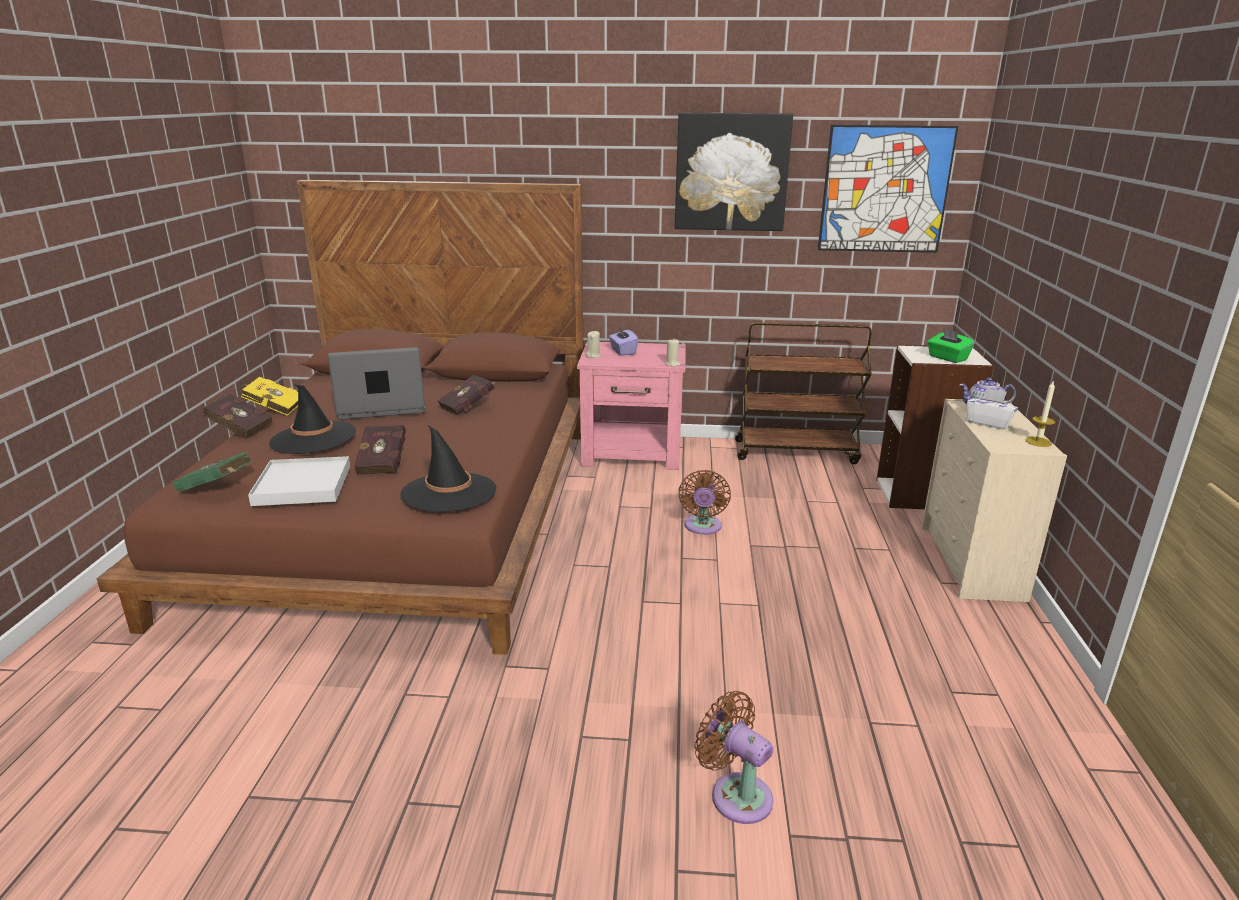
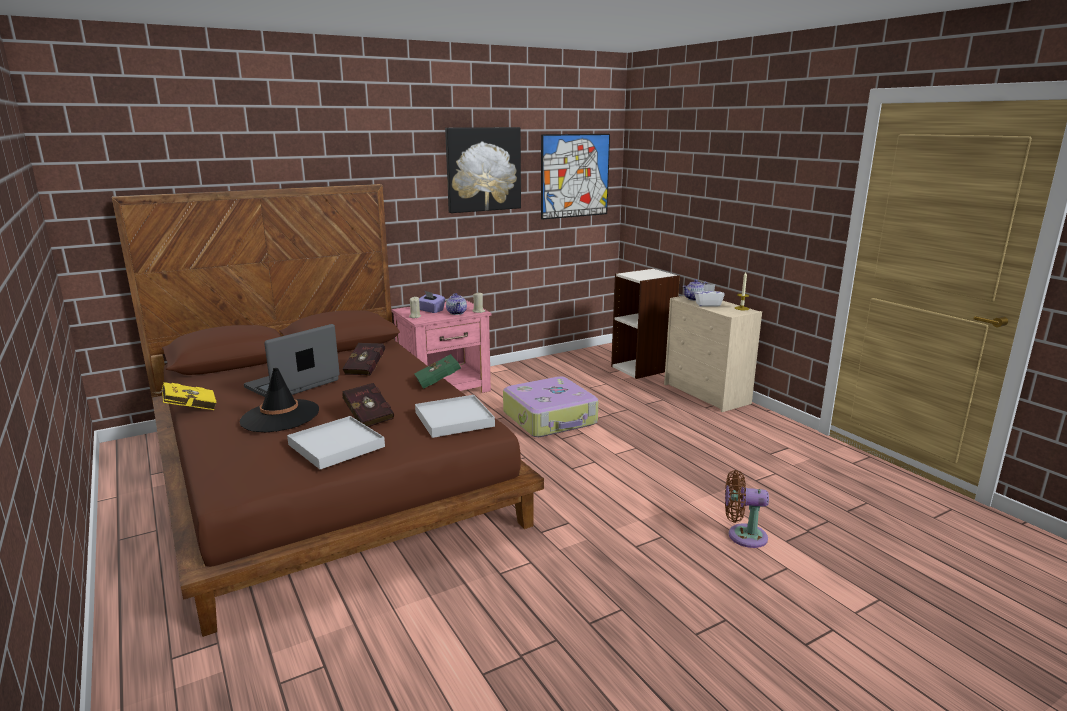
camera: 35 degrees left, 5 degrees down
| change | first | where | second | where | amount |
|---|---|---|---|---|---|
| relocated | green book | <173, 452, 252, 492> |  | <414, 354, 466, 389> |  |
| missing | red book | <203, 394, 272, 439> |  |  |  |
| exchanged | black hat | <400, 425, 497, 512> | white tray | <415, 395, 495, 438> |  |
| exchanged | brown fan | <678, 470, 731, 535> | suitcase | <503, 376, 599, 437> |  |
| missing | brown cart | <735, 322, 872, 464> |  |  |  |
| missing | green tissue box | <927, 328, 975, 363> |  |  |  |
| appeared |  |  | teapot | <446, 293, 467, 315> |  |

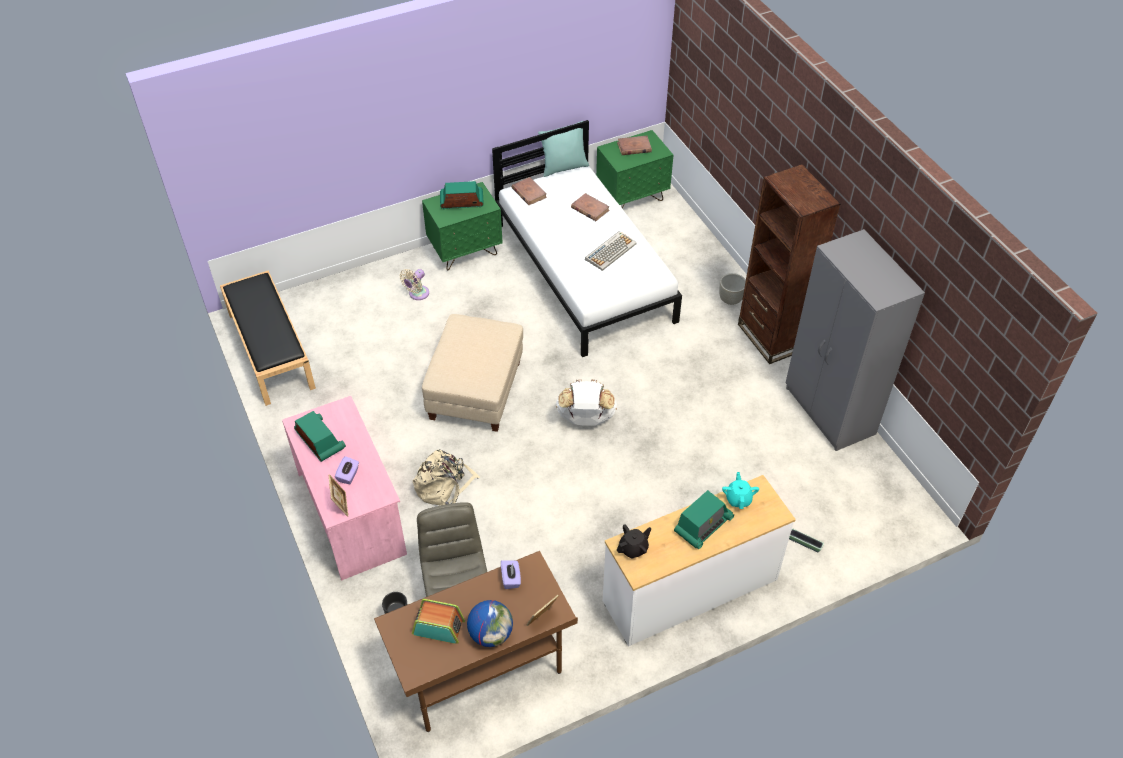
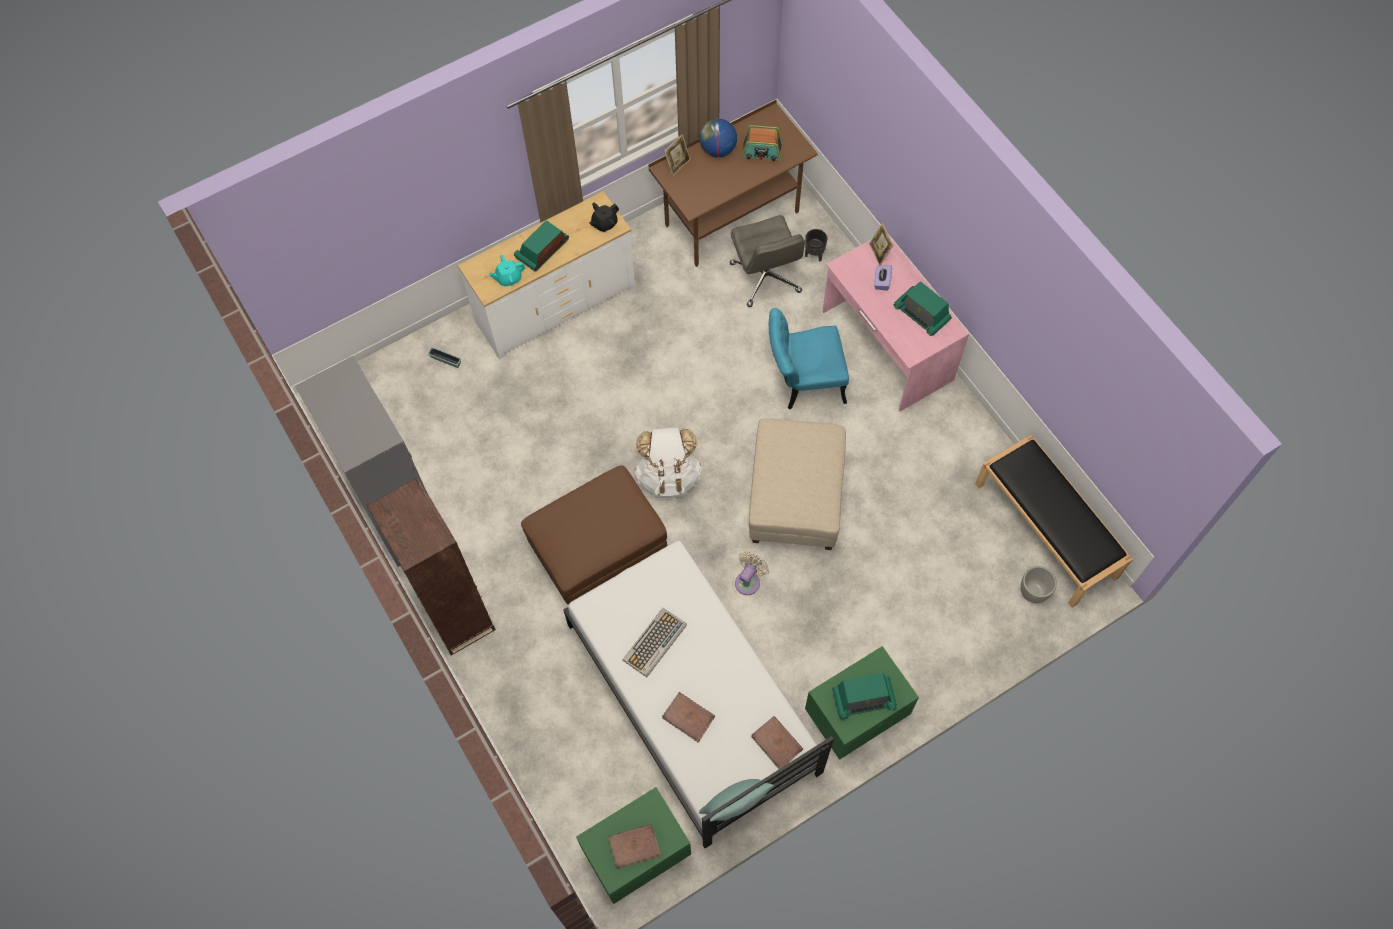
camera: 175 degrees right, 15 degrees up
| change | first | where | second | where | amount |
|---|---|---|---|---|---|
| relocated | beige fan | <400, 269, 429, 300> |  | <735, 552, 769, 595> |  |
| exchanged | beige backpack | <413, 450, 480, 505> | turquoise chair | <769, 308, 849, 410> |  |
| missing | purple tissue box | <501, 560, 521, 589> |  |  |  |
| relocated | grey planter | <719, 273, 746, 305> |  | <1020, 566, 1057, 603> |  |
| spun | turquoise teapot | <722, 472, 759, 509> |  | <489, 255, 525, 287> | 75 degrees clockwise |
| appeared |  |  | brown ottoman | <521, 465, 667, 605> |  |

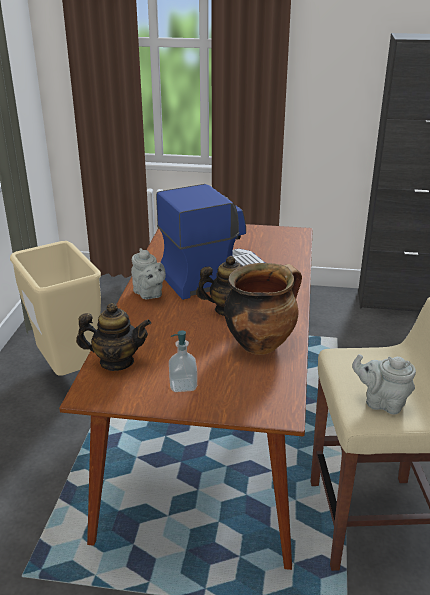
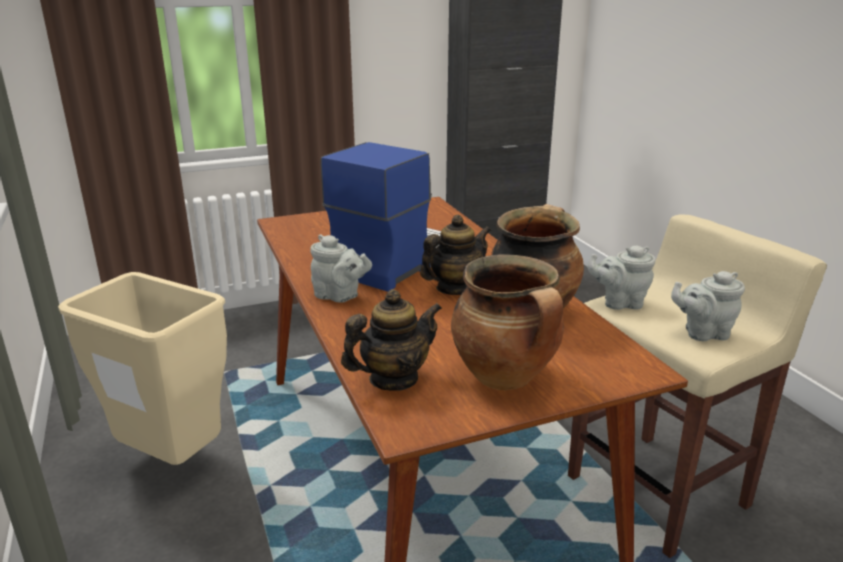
camera: 30 degrees left, 5 degrees down
| change | first | where | second | where | amount |
|---|---|---|---|---|---|
| exchanged | soap dispenser | <169, 330, 197, 392> | cooking pot | <451, 254, 564, 390> |  |
| appeared |  |  | grey teapot | <587, 246, 655, 310> |  |

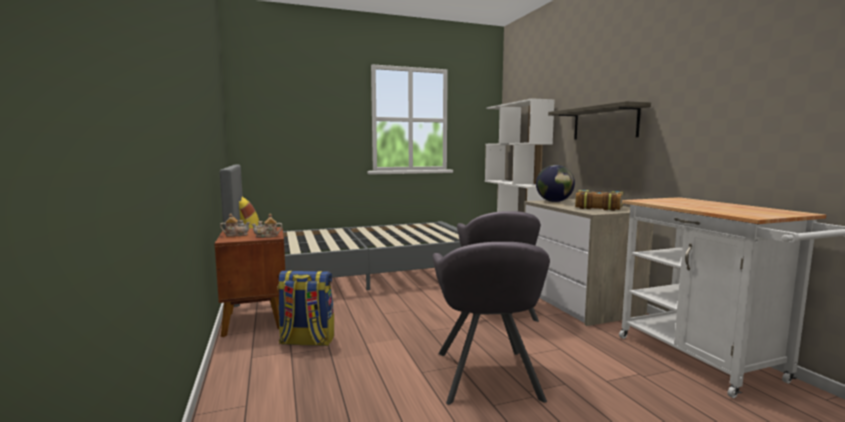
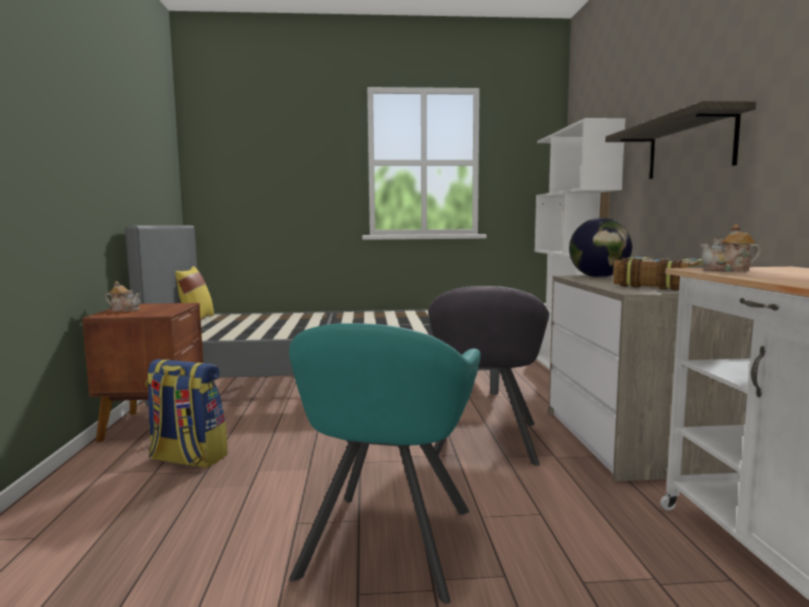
camera: 15 degrees right, 0 degrees up
| change | first | where | second | where | amount |
|---|---|---|---|---|---|
| relocated | teapot | <252, 214, 283, 238> |  | <700, 224, 761, 272> |  |
| colour | grey armchair | <432, 242, 550, 405> | turquoise armchair | <289, 323, 481, 604> |  |

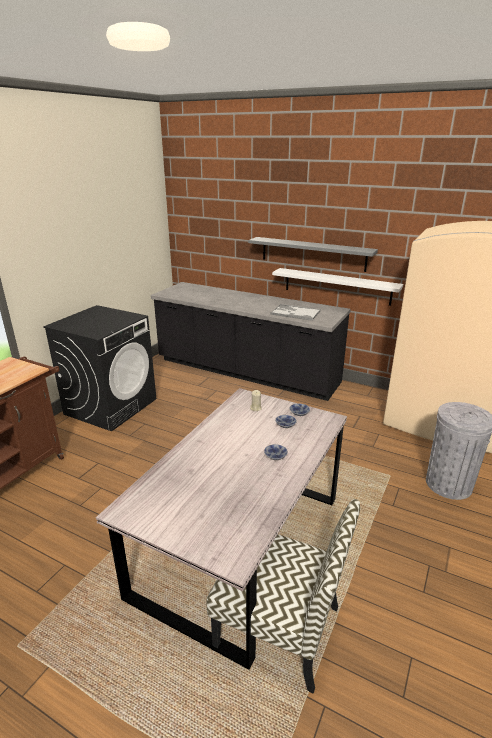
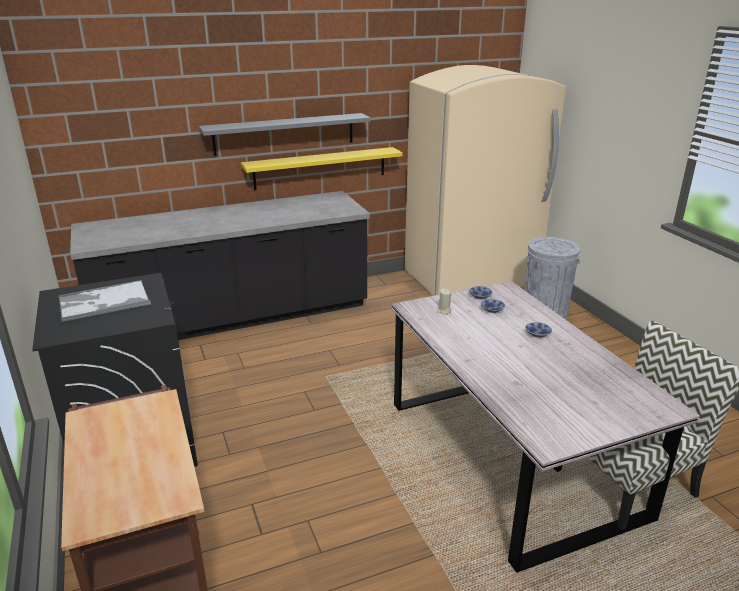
camera: 50 degrees left, 0 degrees up
| change | first | where | second | where | amount |
|---|---|---|---|---|---|
| relocated | tray | <271, 304, 321, 321> |  | <59, 280, 151, 322> |  |
| colour | white shelf | <272, 268, 403, 306> | yellow shelf | <241, 147, 403, 190> |  |

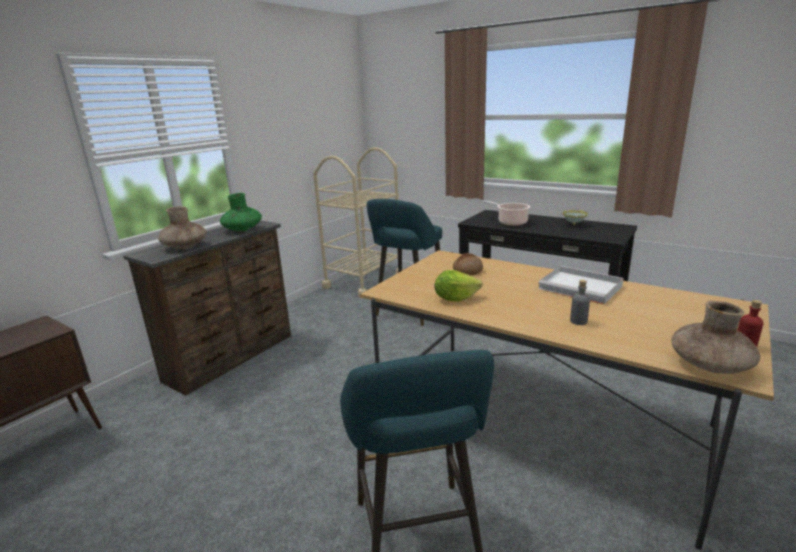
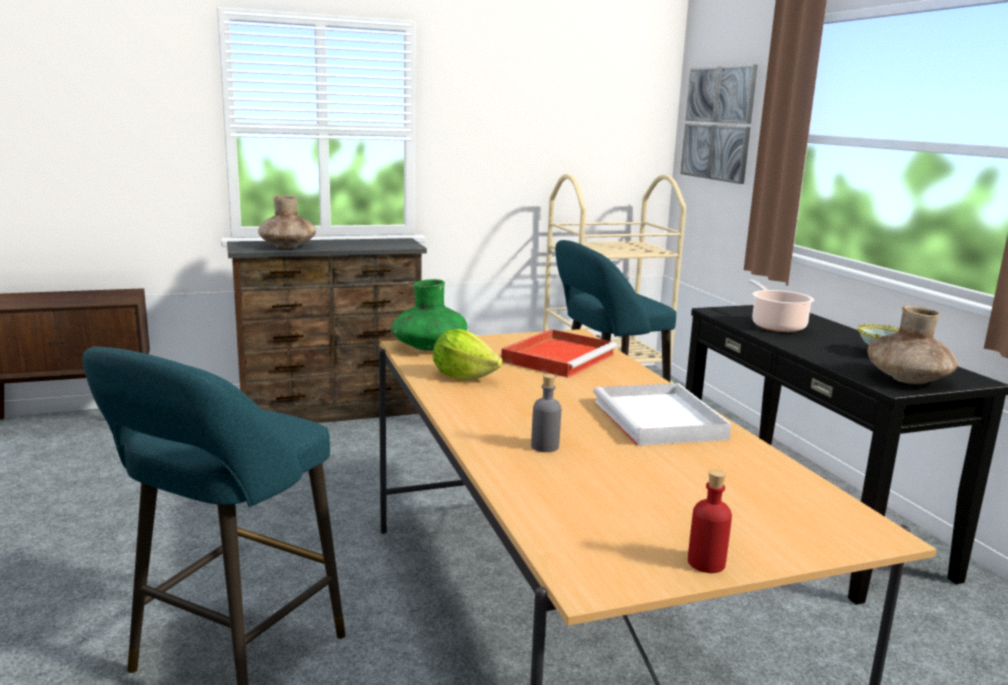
camera: 35 degrees right, 5 degrees down
| change | first | where | second | where | amount |
|---|---|---|---|---|---|
| relocated | green vase | <220, 193, 262, 232> |  | <391, 279, 468, 351> |  |
| exchanged | bread | <453, 253, 483, 275> | red tray | <501, 329, 617, 378> |  |
| relocated | brown vase | <671, 301, 760, 374> |  | <867, 305, 958, 384> |  |
| appeared |  |  | picture | <680, 64, 758, 184> |  |

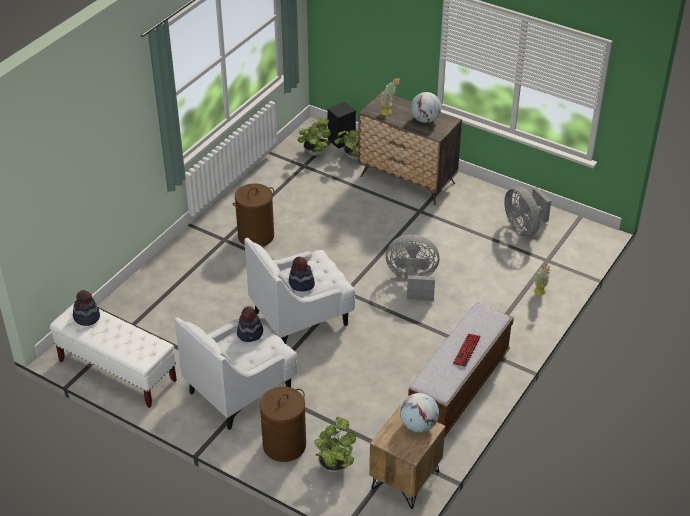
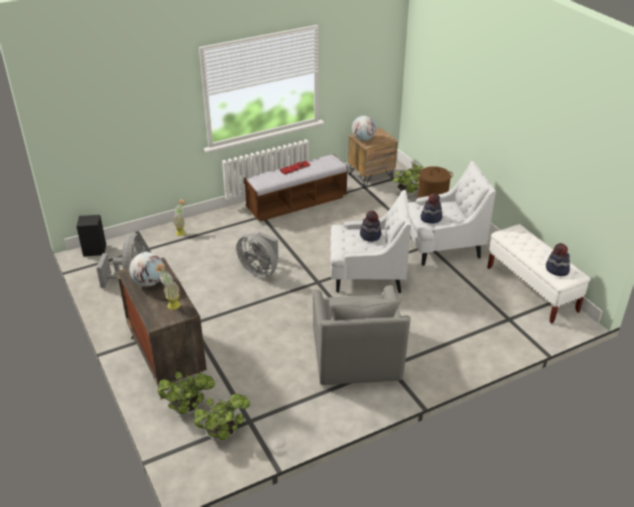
camera: 150 degrees left, 5 degrees down
| change | first | where | second | where | amount |
|---|---|---|---|---|---|
| exchanged | brown laundry basket | <232, 183, 274, 247> | grey armchair | <313, 285, 411, 385> |  |
| relocated | black speaker | <327, 102, 356, 149> |  | <76, 215, 106, 256> |  |

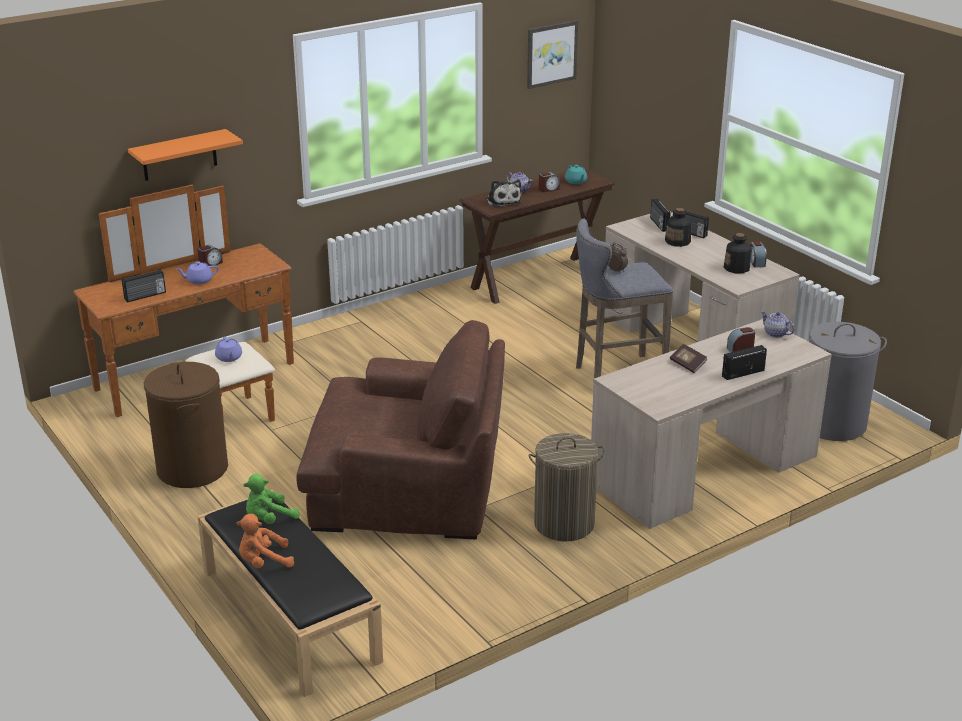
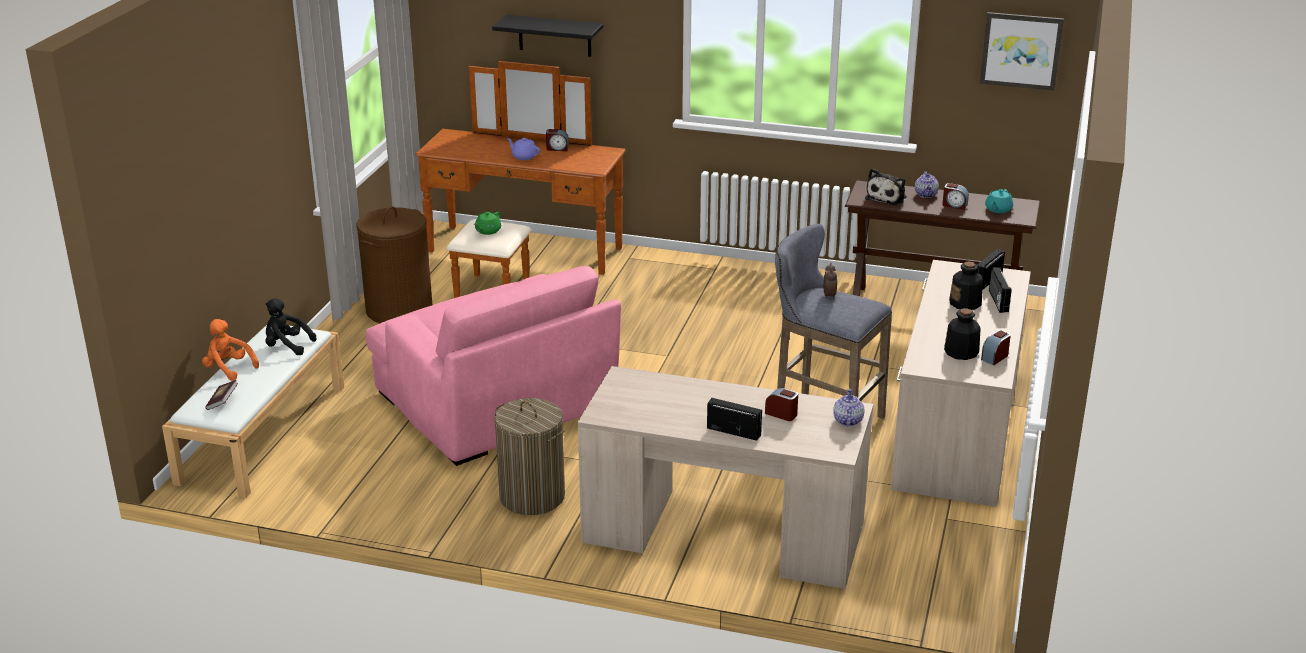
camera: 50 degrees right, 0 degrees up
| change | first | where | second | where | amount |
|---|---|---|---|---|---|
| missing | radio | <122, 269, 166, 303> |  |  |  |
| colour | orange shelf | <128, 129, 243, 181> | black shelf | <492, 15, 603, 57> |  |
| colour | black bench | <197, 490, 383, 697> | white bench | <162, 325, 344, 498> |  |
| colour | purple teapot | <215, 337, 242, 362> | green teapot | <474, 212, 501, 235> |  |
| colour | green plush toy | <243, 474, 300, 524> | black plush toy | <265, 298, 316, 355> |  |
| colour | brown armchair | <297, 320, 505, 540> | pink armchair | <366, 266, 621, 466> |  |
| relocated | book | <670, 344, 708, 373> |  | <205, 380, 238, 410> |  |
| missing | grey laundry basket | <809, 322, 887, 441> |  |  |  |

